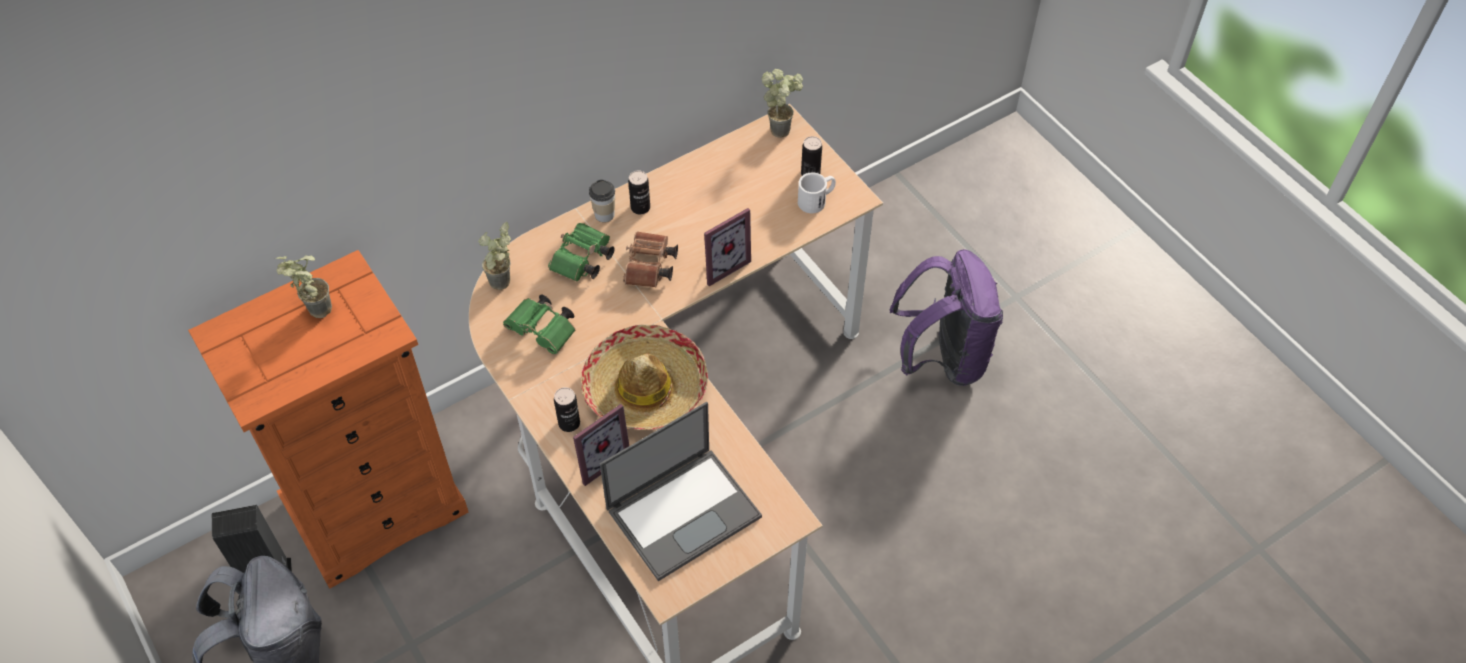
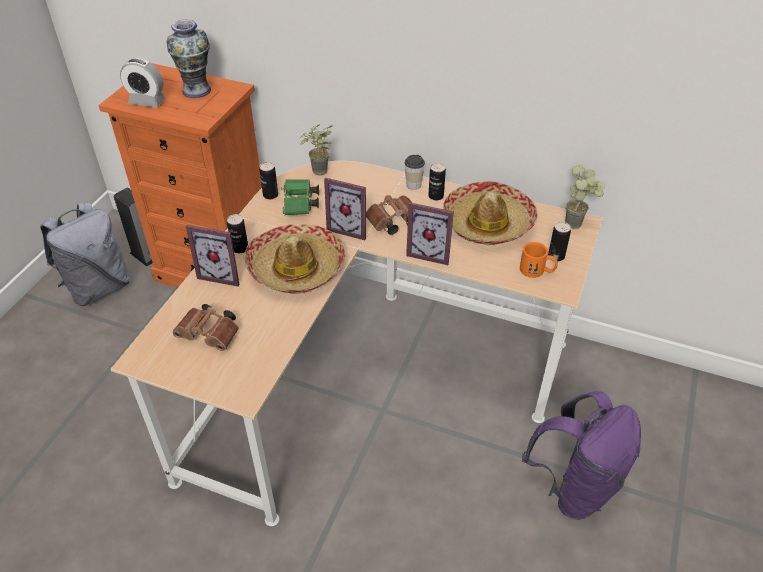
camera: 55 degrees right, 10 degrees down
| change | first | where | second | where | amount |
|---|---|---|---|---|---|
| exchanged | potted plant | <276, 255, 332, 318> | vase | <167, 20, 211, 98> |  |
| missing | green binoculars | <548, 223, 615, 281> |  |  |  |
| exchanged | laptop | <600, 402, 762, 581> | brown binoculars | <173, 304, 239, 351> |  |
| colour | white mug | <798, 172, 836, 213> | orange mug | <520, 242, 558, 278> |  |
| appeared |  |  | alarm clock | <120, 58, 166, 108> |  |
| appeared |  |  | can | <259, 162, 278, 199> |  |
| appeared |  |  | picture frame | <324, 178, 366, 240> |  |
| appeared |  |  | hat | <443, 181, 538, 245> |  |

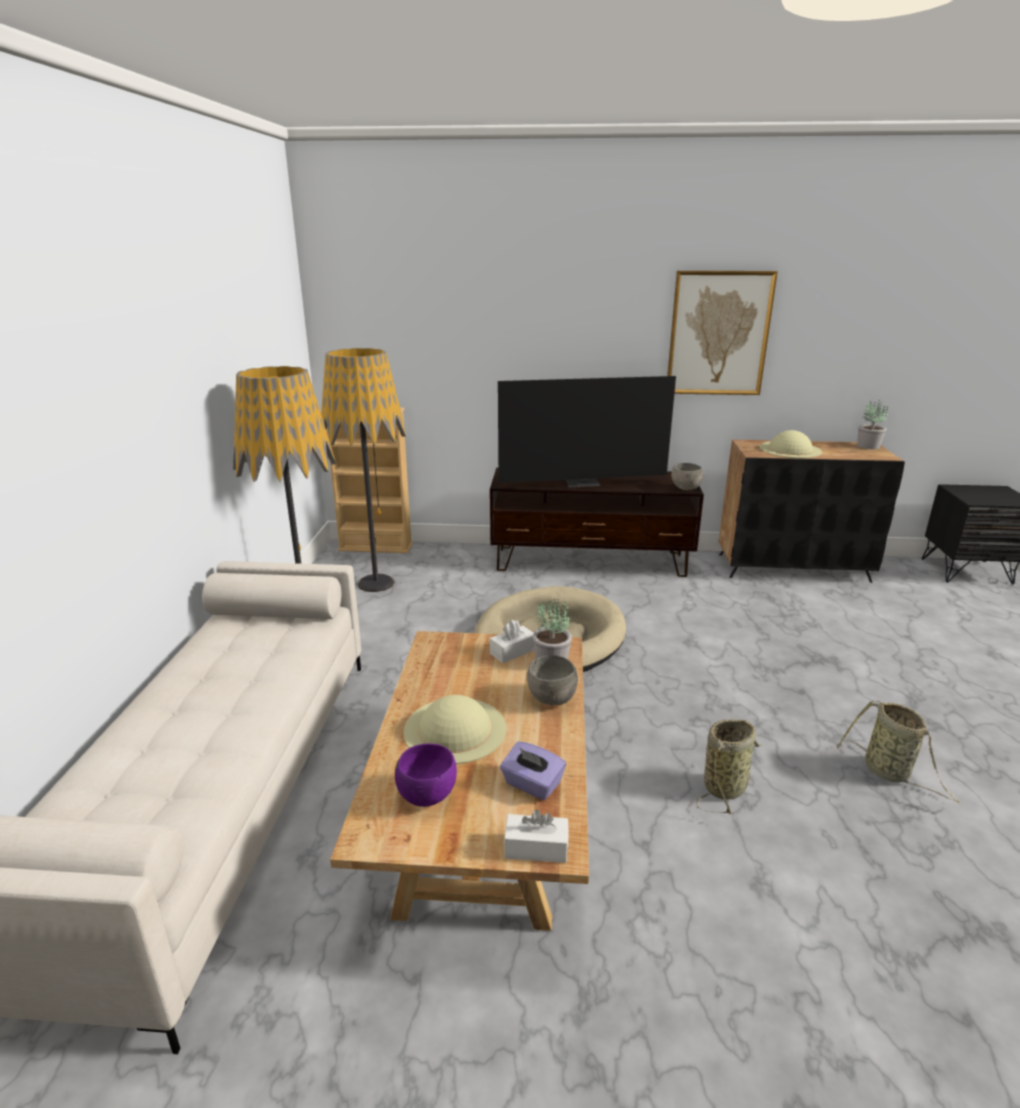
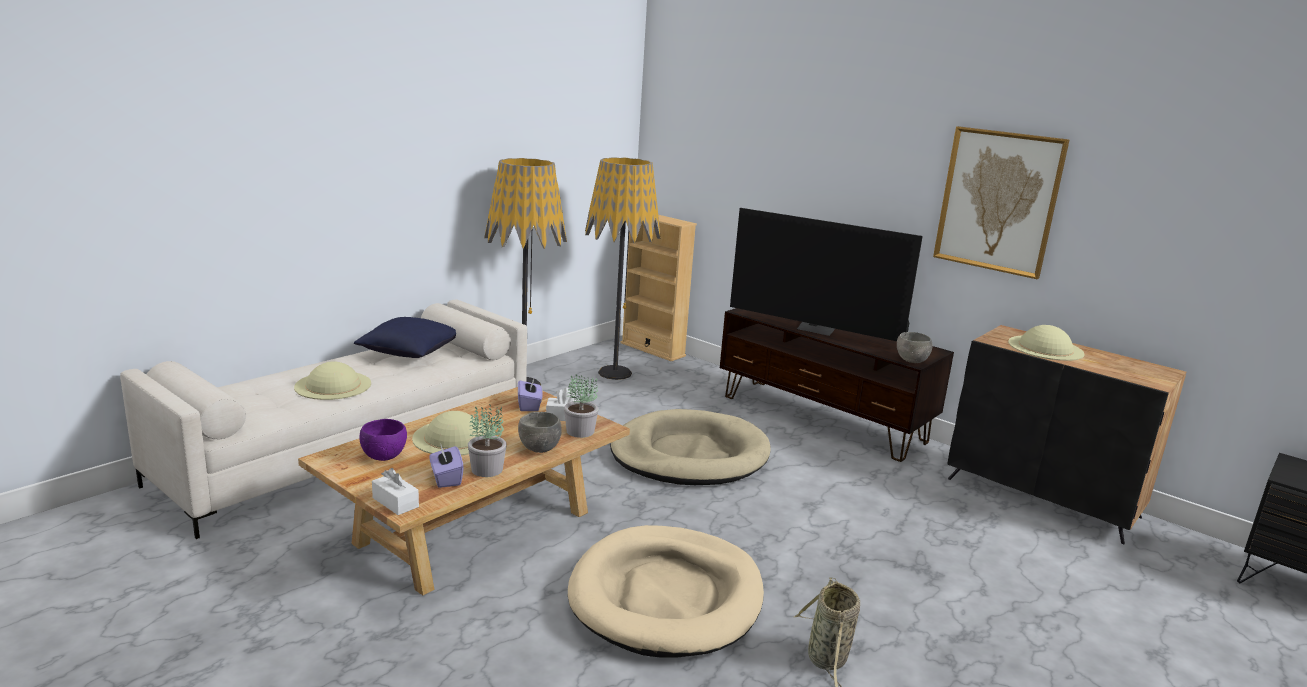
camera: 35 degrees right, 5 degrees down
| change | first | where | second | where | amount |
|---|---|---|---|---|---|
| exchanged | basket | <696, 719, 762, 814> | beige dog bed | <568, 525, 764, 658> |  |
| relocated | potted plant | <857, 399, 889, 449> |  | <468, 404, 507, 477> |  |
| appeared |  |  | beige hat | <294, 361, 371, 400> |  |
| appeared |  |  | blue pillow | <354, 317, 456, 358> |  |
| appeared |  |  | purple tissue box | <518, 379, 543, 411> |  |

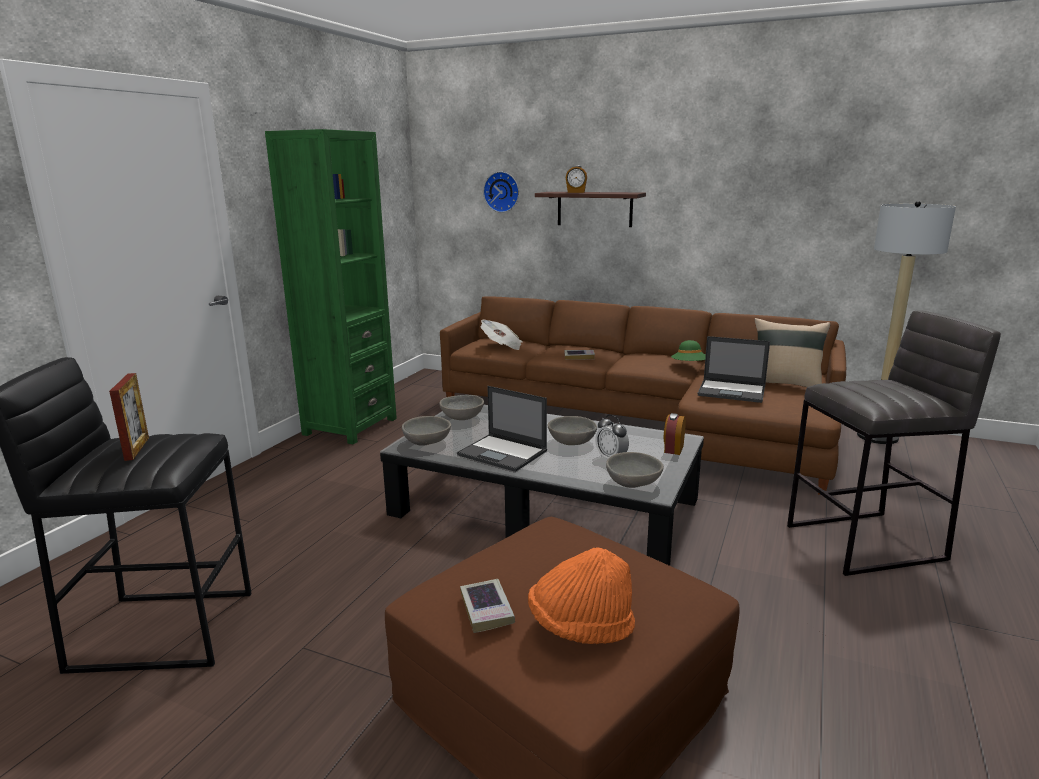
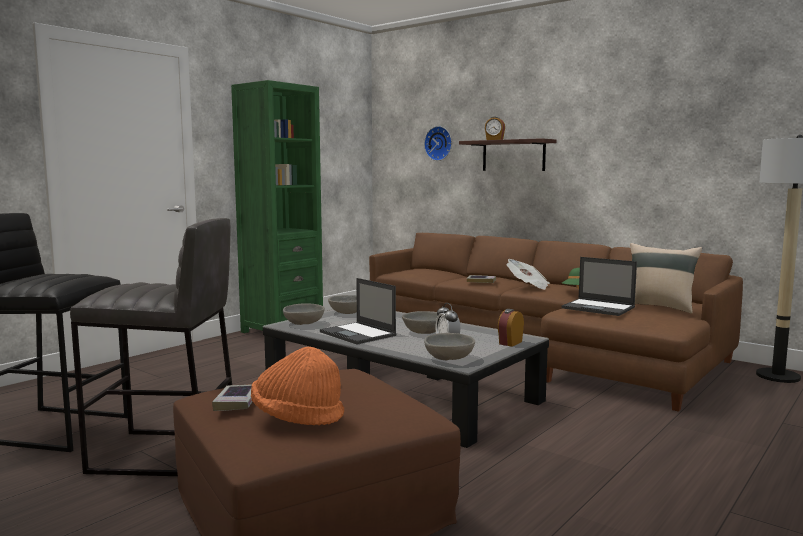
camera: 15 degrees right, 10 degrees down
| change | first | where | second | where | amount |
|---|---|---|---|---|---|
| missing | picture frame | <109, 373, 149, 461> |  |  |  |
| relocated | newspaper | <480, 319, 523, 350> |  | <506, 259, 550, 290> |  |
| relocated | grey stool | <787, 310, 1001, 576> |  | <70, 218, 232, 476> |  |

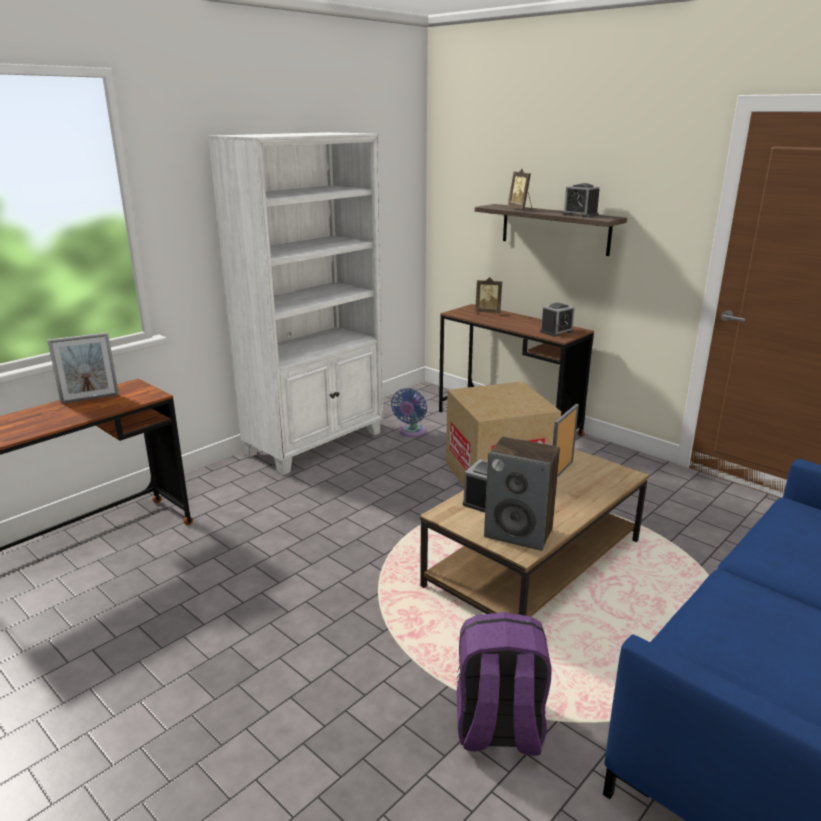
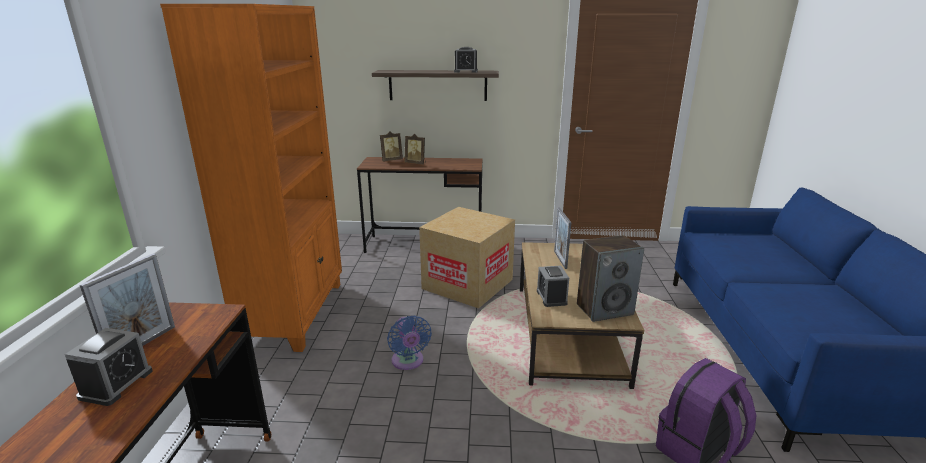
camera: 40 degrees left, 0 degrees up
| change | first | where | second | where | amount |
|---|---|---|---|---|---|
| colour | white bookcase | <208, 132, 383, 475> | orange bookcase | <160, 4, 342, 352> |  |
| relocated | blue fan | <391, 388, 427, 437> |  | <387, 316, 432, 370> |  |
| relocated | picture frame | <508, 169, 532, 210> |  | <405, 134, 426, 165> |  |
| relocated | alarm clock | <540, 303, 575, 337> |  | <65, 328, 153, 406> |  |

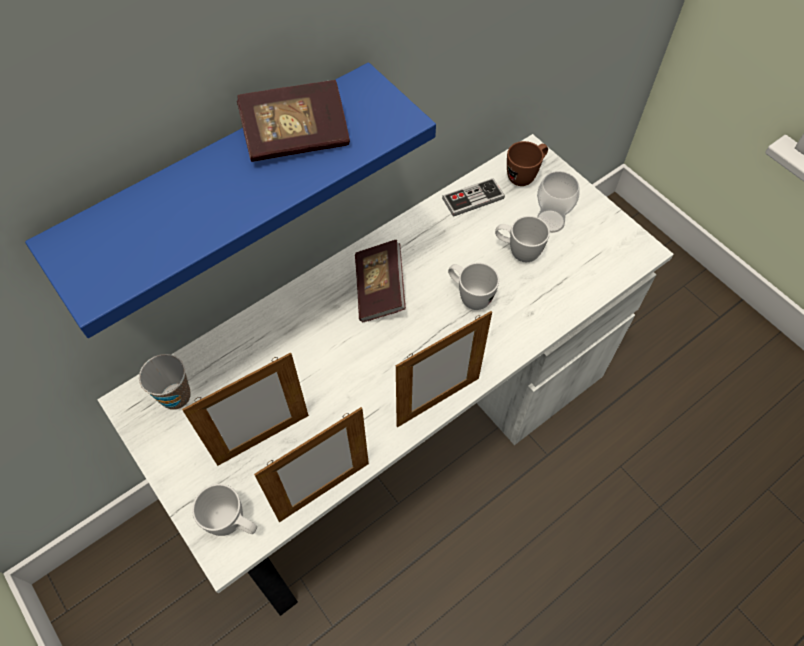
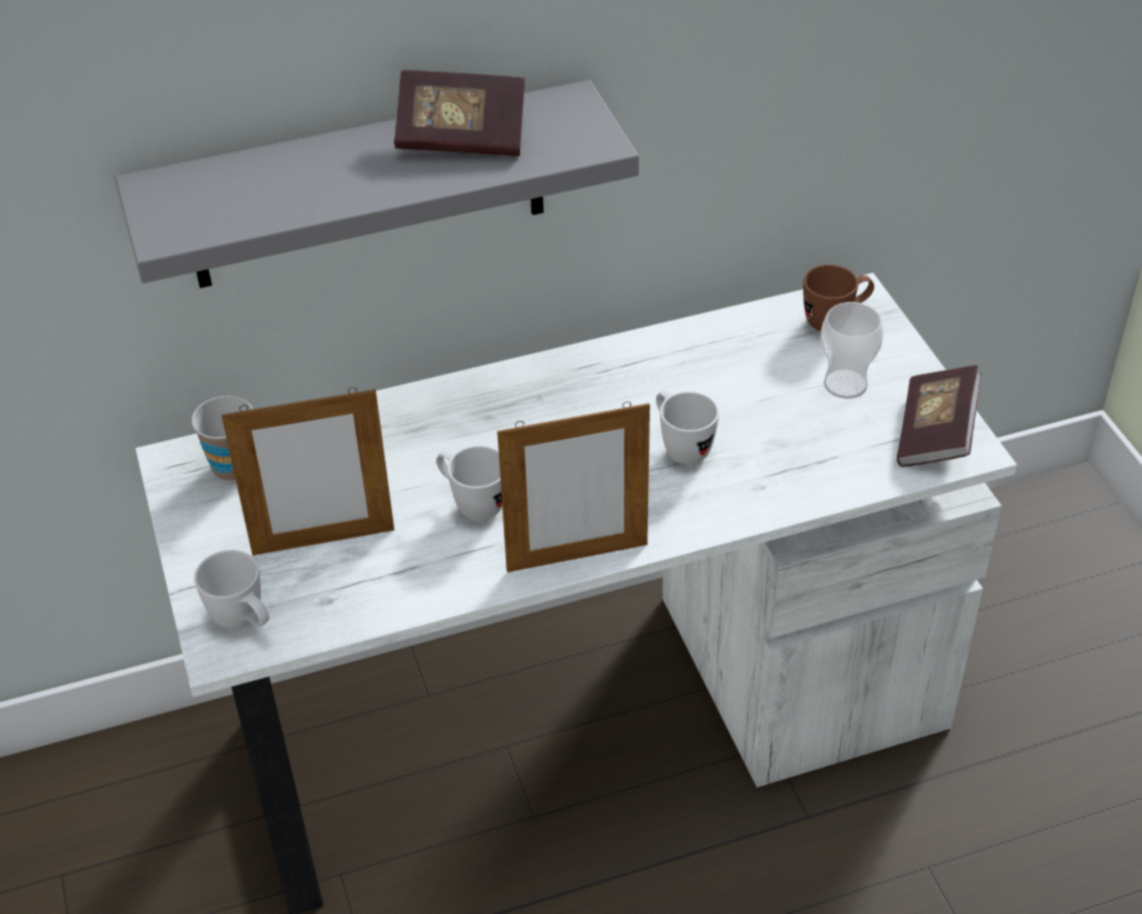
camera: 20 degrees right, 15 degrees down
| change | first | where | second | where | amount |
|---|---|---|---|---|---|
| colour | blue shelf | <25, 62, 436, 338> | grey shelf | <115, 80, 639, 288> |  |
| missing | picture frame | <254, 407, 369, 522> |  |  |  |
| relocated | book | <355, 240, 406, 322> |  | <897, 365, 981, 467> |  |
| missing | game controller | <442, 178, 505, 217> |  |  |  |
| relocated | white mug | <495, 216, 550, 262> |  | <436, 446, 502, 520> |  |

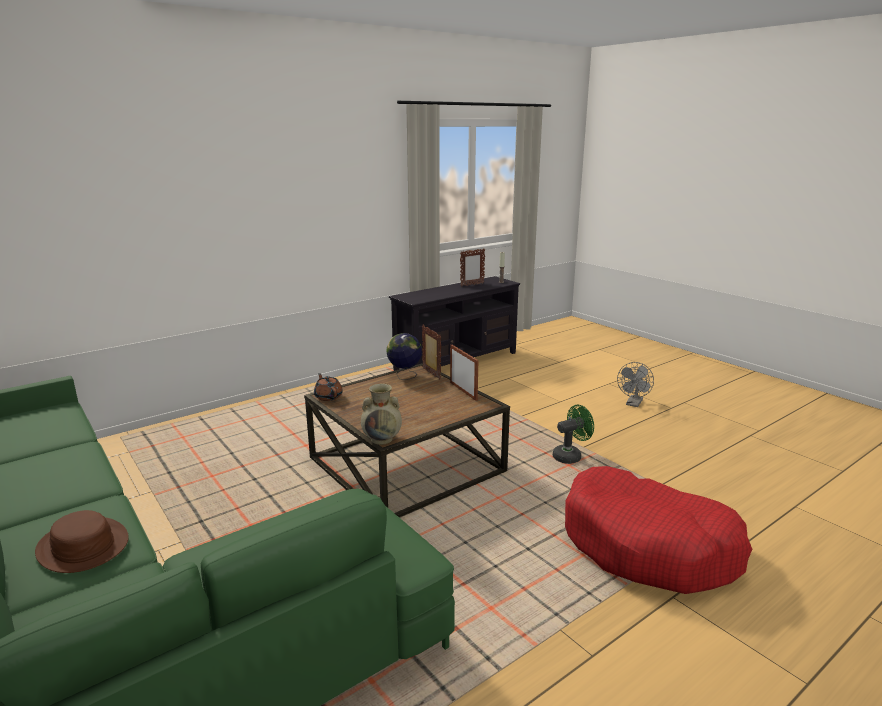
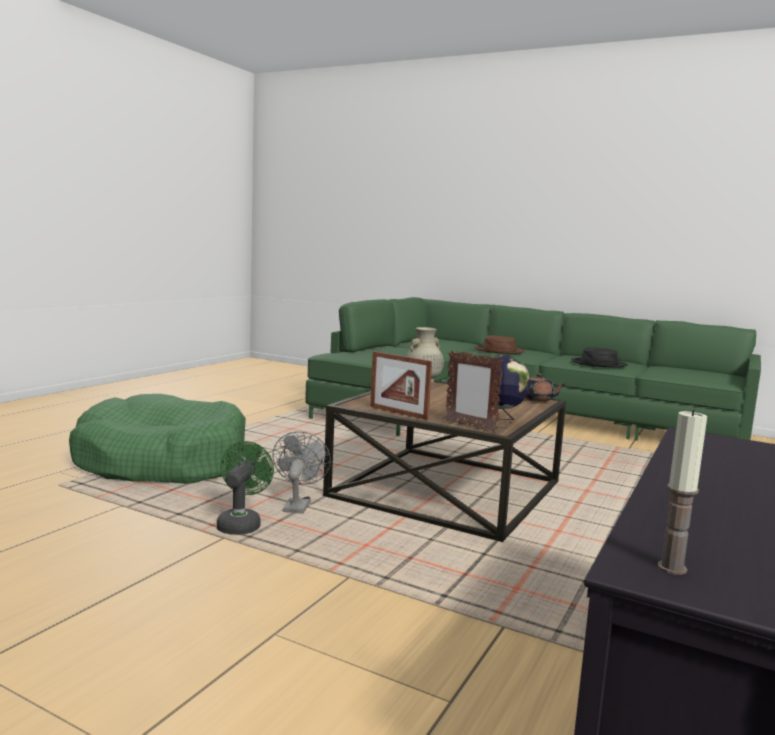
camera: 155 degrees right, 10 degrees down
| change | first | where | second | where | amount |
|---|---|---|---|---|---|
| missing | picture frame | <460, 248, 485, 286> |  |  |  |
| spun | green fan | <553, 405, 594, 464> |  | <217, 441, 274, 535> | 150 degrees clockwise |
| colour | red dog bed | <565, 466, 752, 594> | green dog bed | <69, 394, 246, 484> |  |
| relocated | grey fan | <617, 362, 654, 407> |  | <272, 431, 331, 514> |  |
| appeared |  |  | black hat | <571, 347, 628, 368> |  |

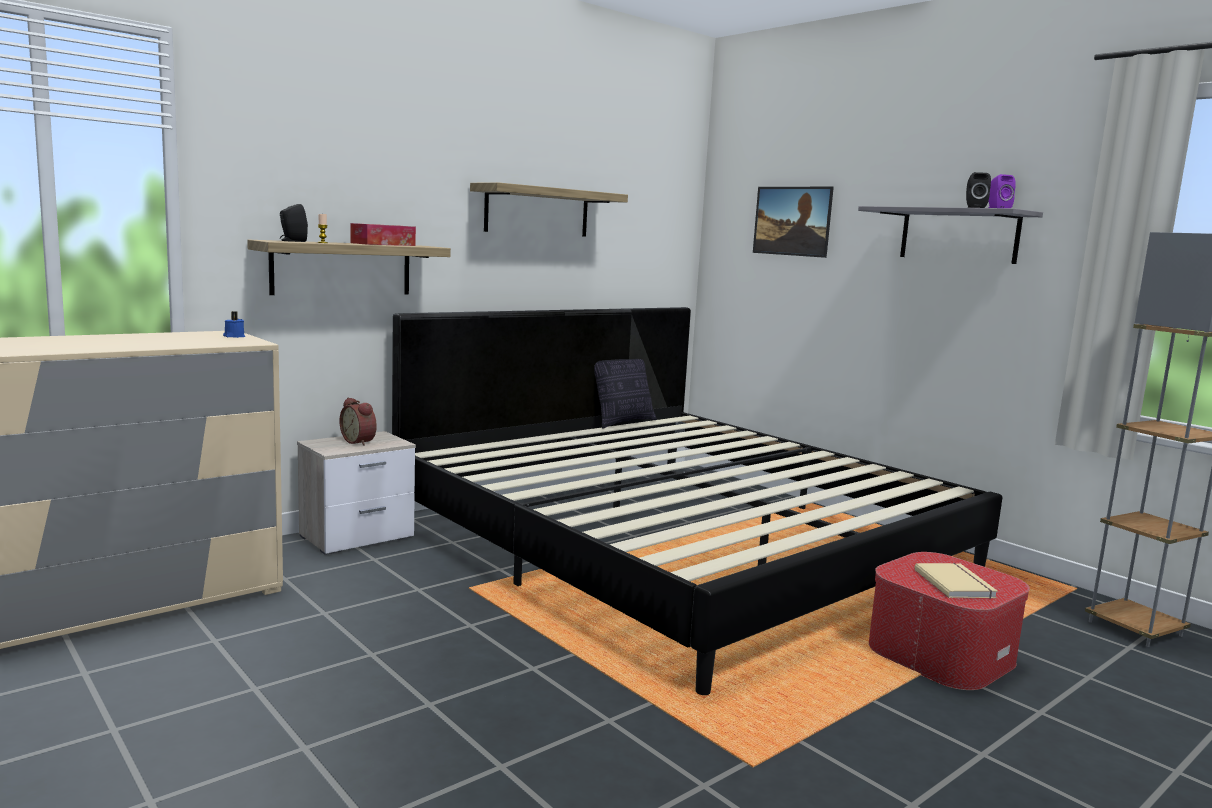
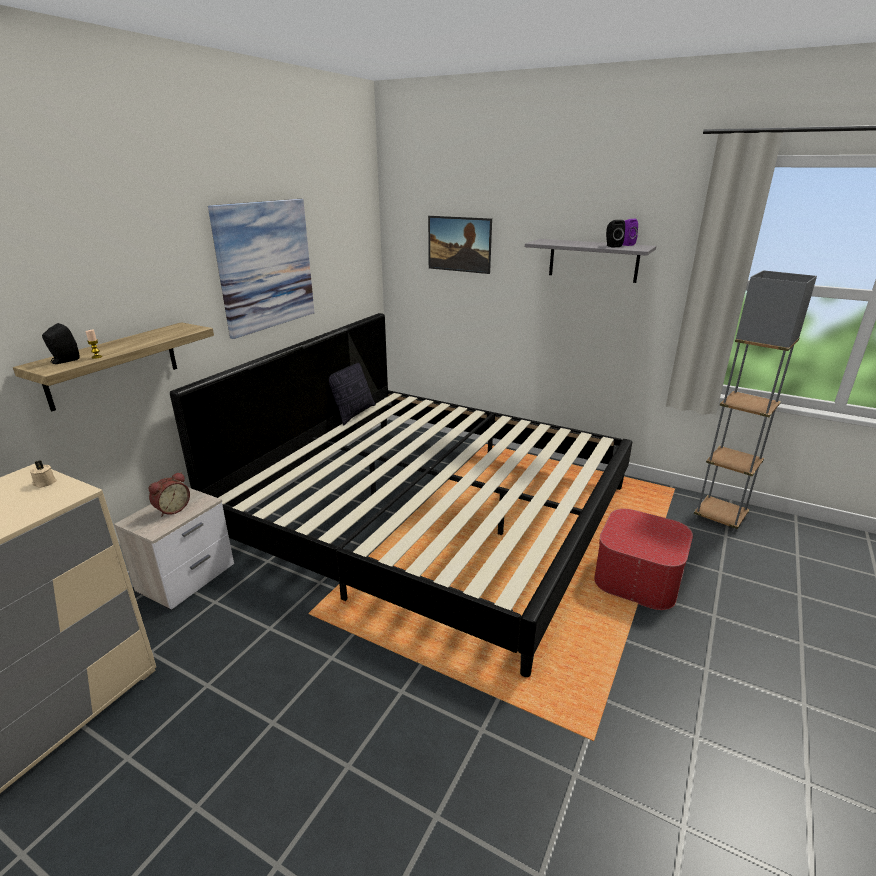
camera: 20 degrees left, 15 degrees up
| change | first | where | second | where | amount |
|---|---|---|---|---|---|
| colour | blue candle | <223, 311, 245, 338> | beige candle | <30, 460, 57, 488> |  |
| spun | alarm clock | <339, 398, 377, 446> |  | <149, 472, 190, 517> | 75 degrees counterclockwise |
| missing | tissue box | <350, 223, 416, 246> |  |  |  |
| exchanged | shelf | <470, 182, 628, 237> | picture | <208, 199, 314, 339> |  |
| missing | beige book | <915, 563, 998, 599> |  |  |  |

